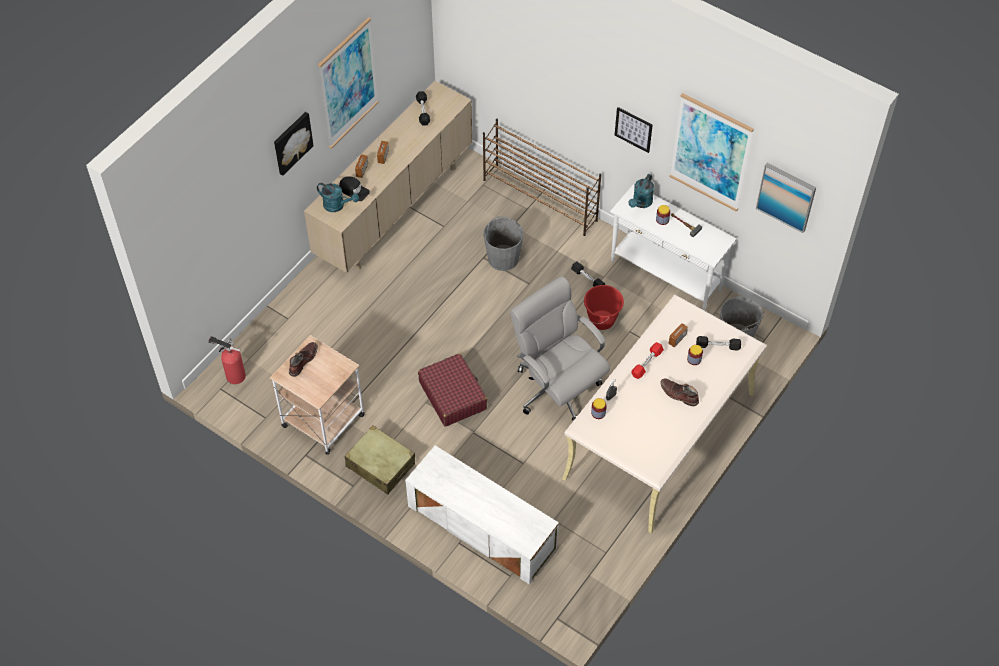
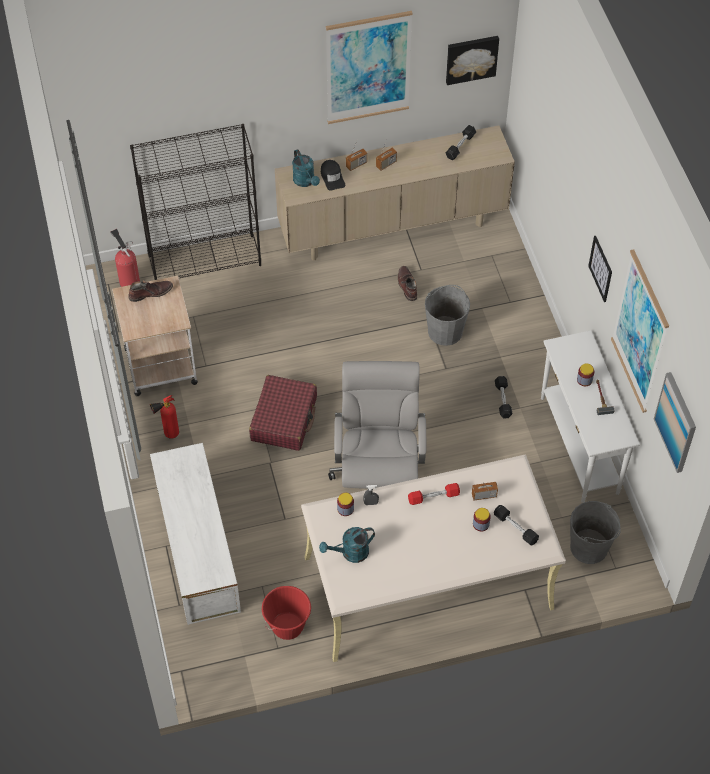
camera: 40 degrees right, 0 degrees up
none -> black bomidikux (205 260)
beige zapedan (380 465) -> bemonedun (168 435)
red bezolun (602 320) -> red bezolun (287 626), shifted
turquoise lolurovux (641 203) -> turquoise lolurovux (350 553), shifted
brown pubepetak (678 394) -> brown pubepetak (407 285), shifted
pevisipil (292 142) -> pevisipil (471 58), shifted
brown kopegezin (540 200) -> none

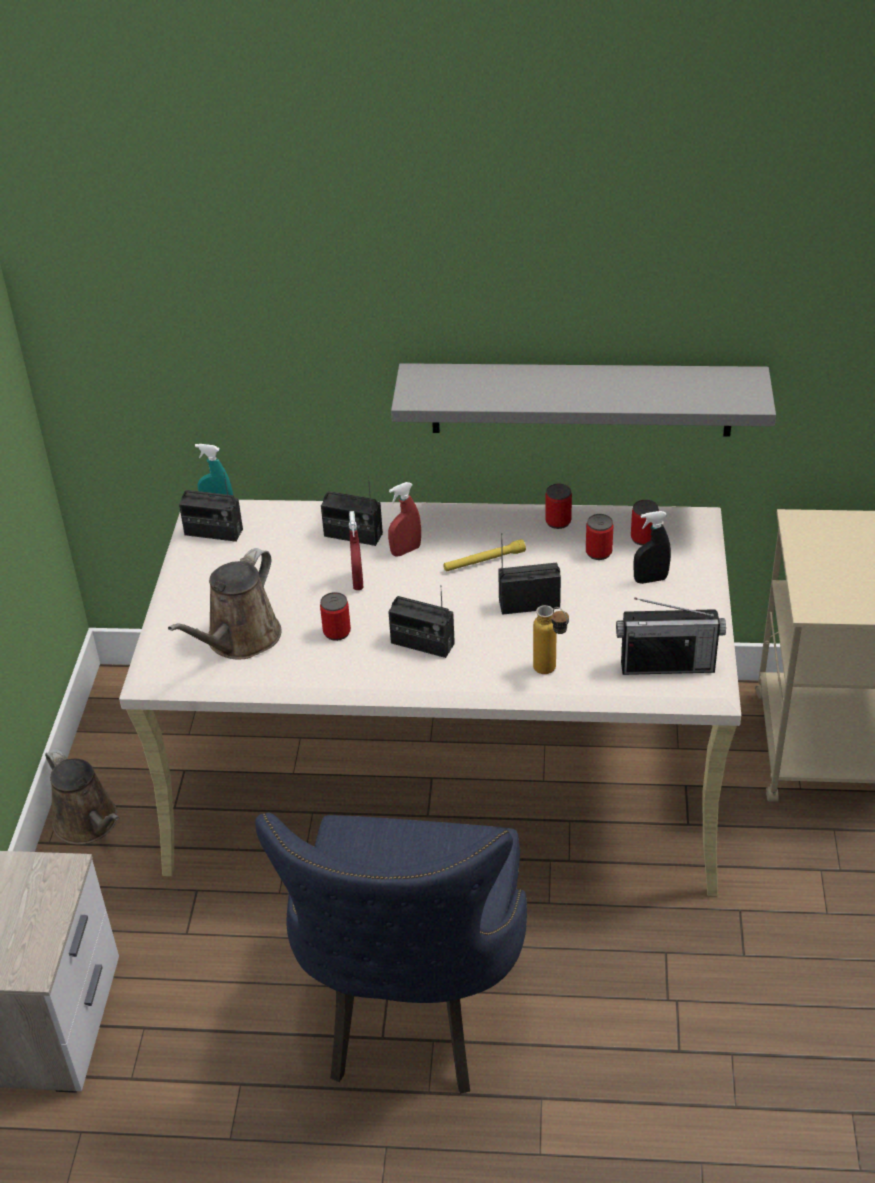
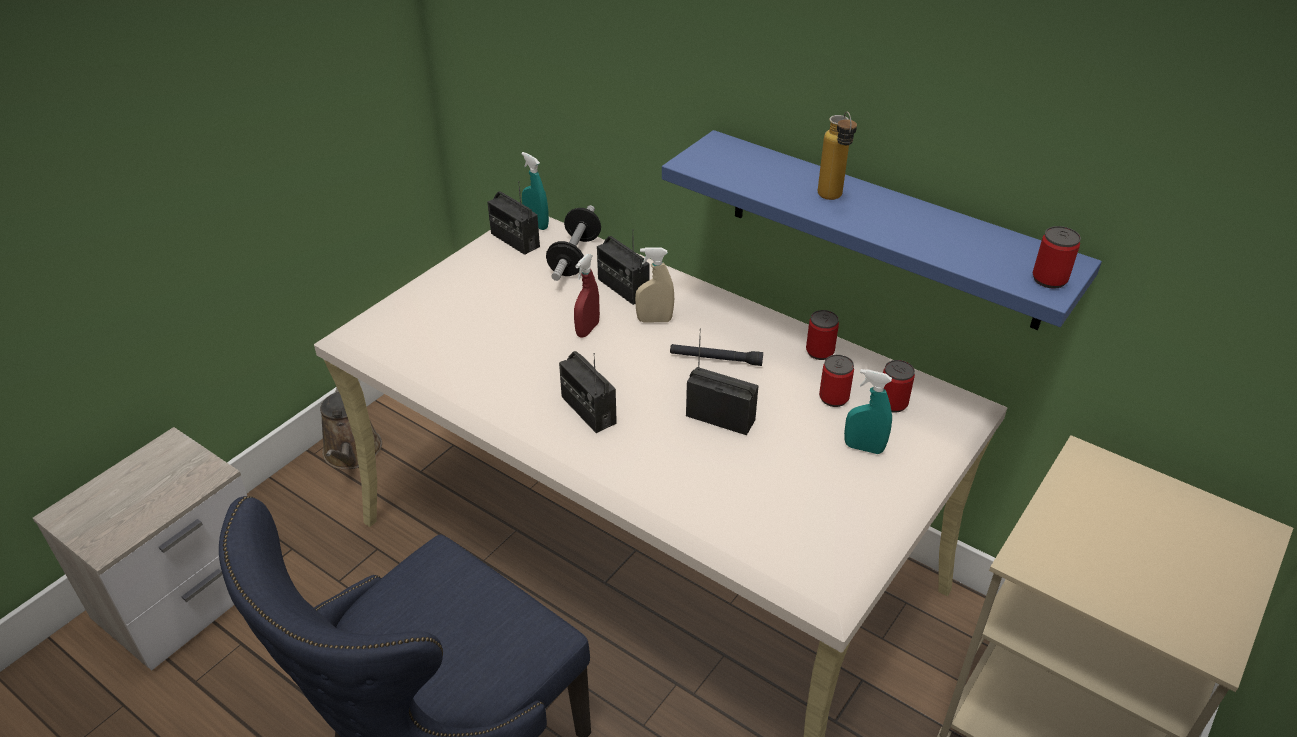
camera: 30 degrees right, 0 degrees up
none -> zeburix (575 257)
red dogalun (405 551) -> beige dogalun (654 320)
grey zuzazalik (581 399) -> blue zuzazalik (883 229)
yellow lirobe (484 561) -> black lirobe (715 359)
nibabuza (551 672) -> nibabuza (832 199), shifted
black dogalun (650 579) -> turquoise dogalun (863 448)
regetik (337 632) -> regetik (1049 279), shifted
brown lolurovux (239 640) -> none
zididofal (667 665) -> none

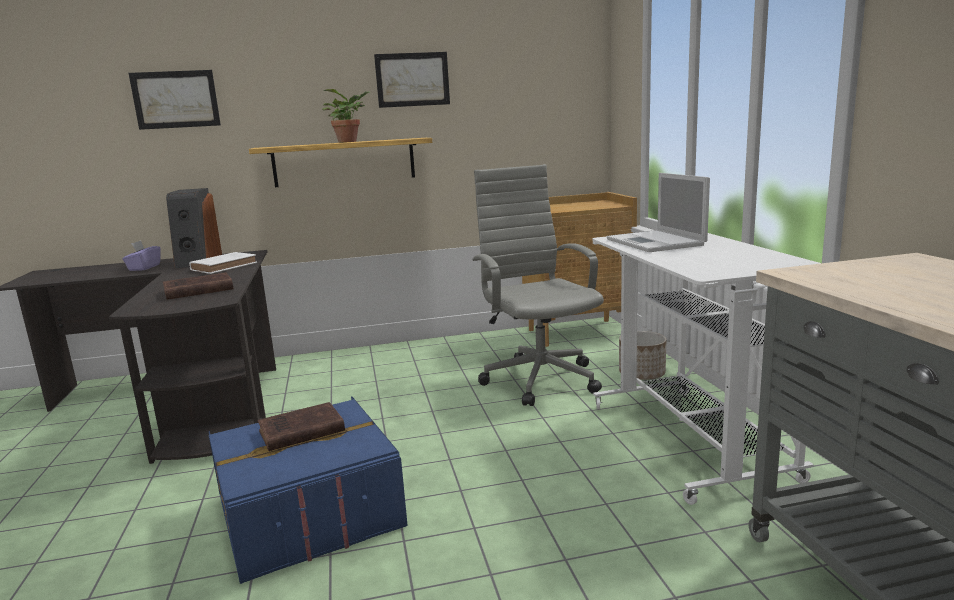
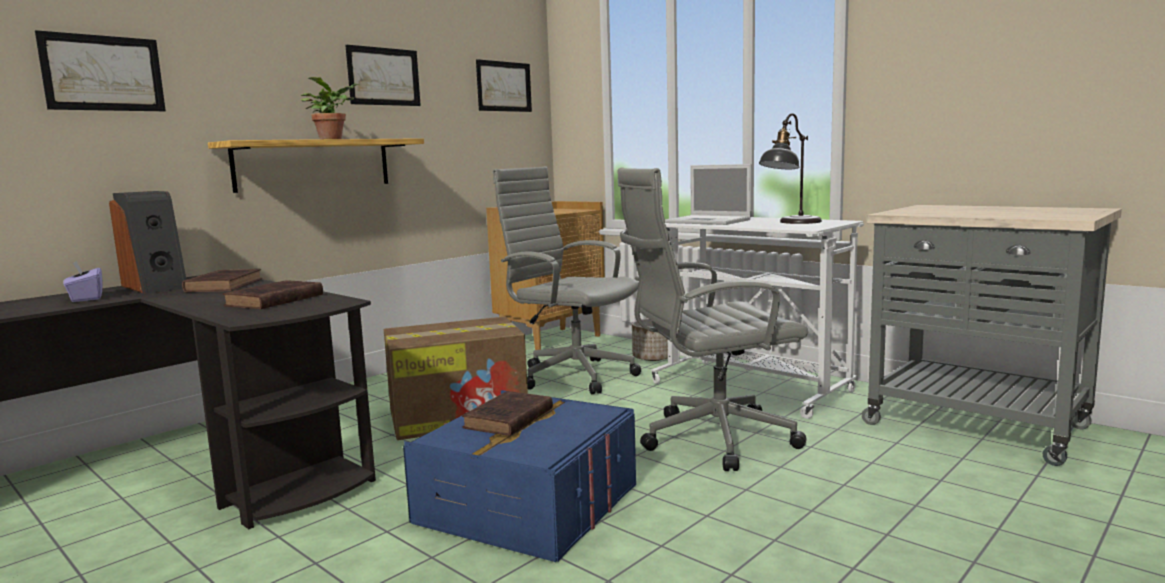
camera: 35 degrees left, 5 degrees down
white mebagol (225 266) -> brown mebagol (225 285)
none -> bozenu (460 415)
none -> pevisipil (504 86)
none -> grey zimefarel (710 440)
none -> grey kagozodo (791 223)

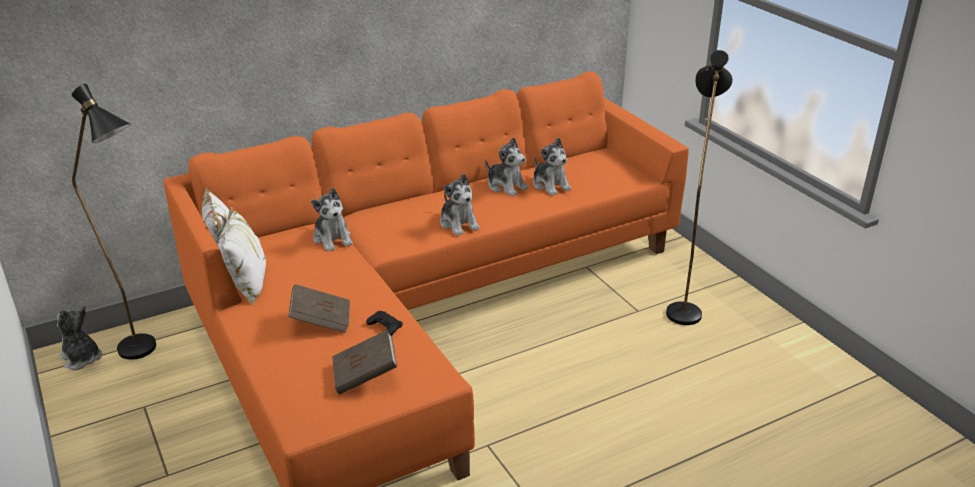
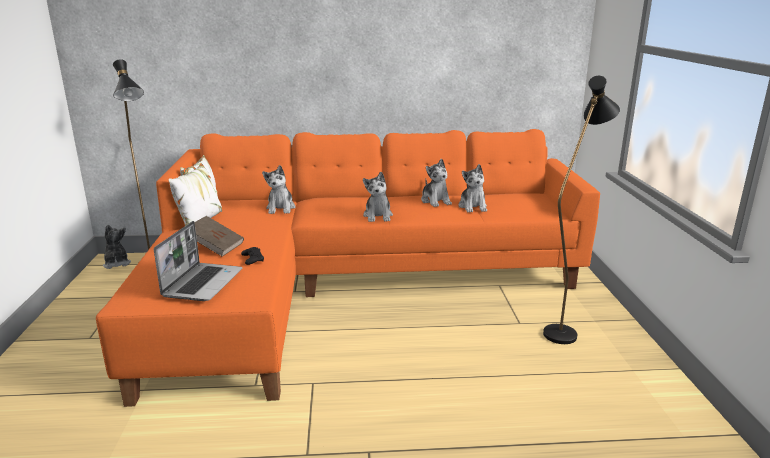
camera: 25 degrees right, 10 degrees down
brown mebagol (365 375) -> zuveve (203 283)

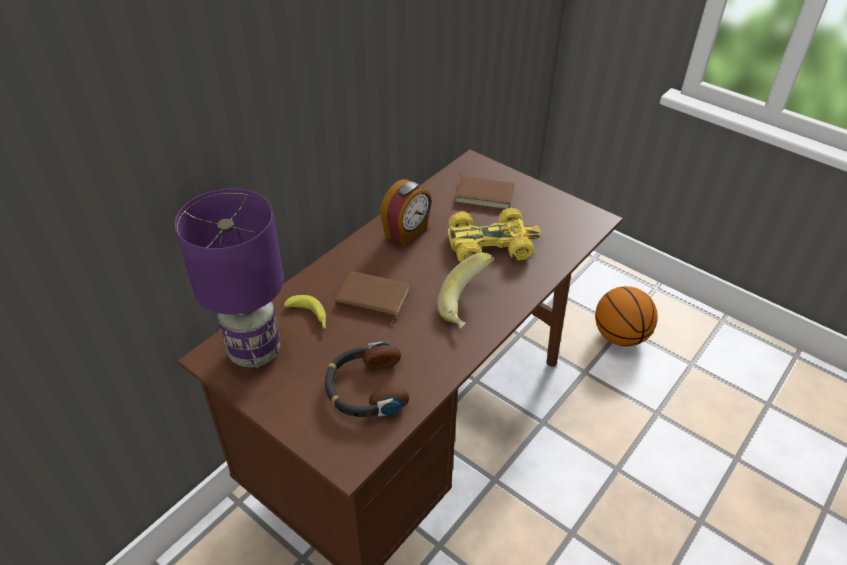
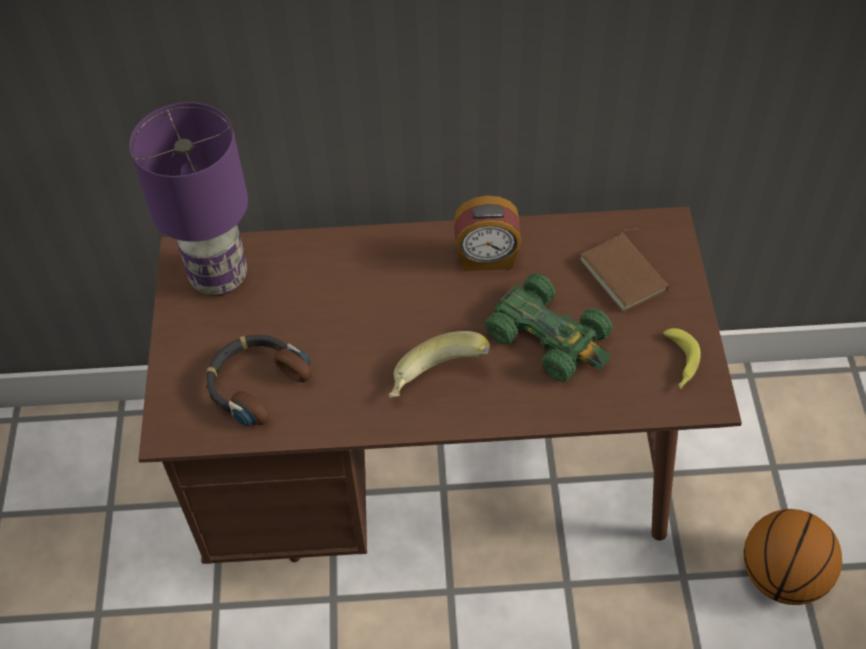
camera: 50 degrees right, 10 degrees up
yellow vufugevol (491 244) -> green vufugevol (550 337)
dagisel (310 317) -> dagisel (679 363), shifted
brown mebagol (372 299) -> none

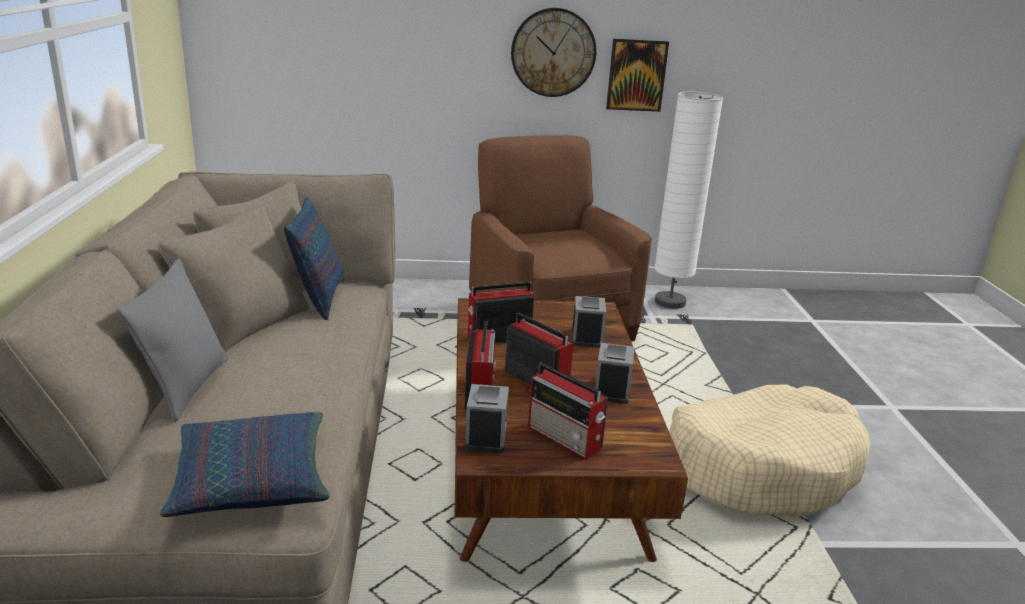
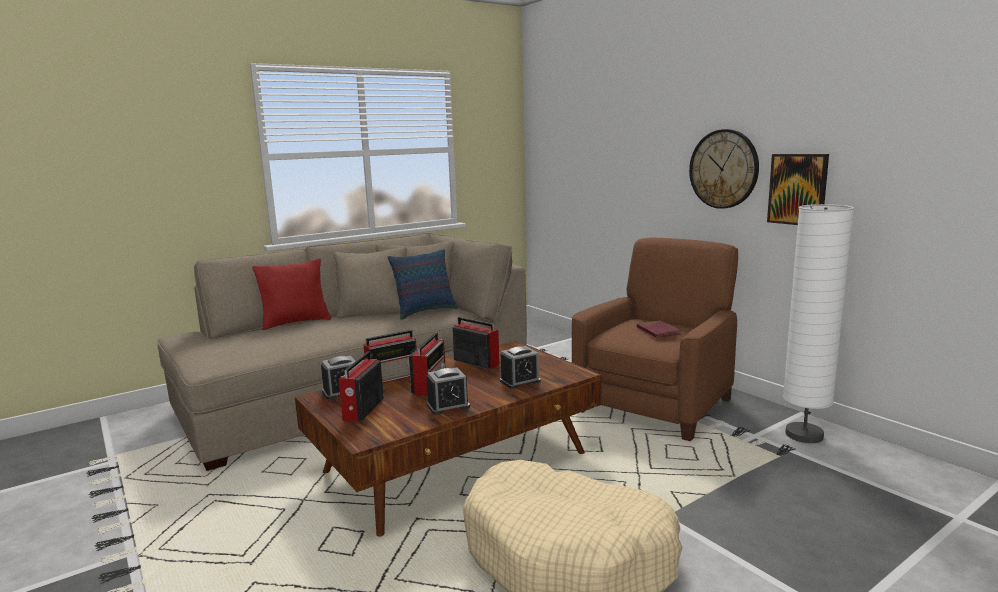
camera: 60 degrees right, 10 degrees down
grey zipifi (186 387) -> red zipifi (296 322)
none -> red mebagol (658 331)
blue zipifi (252 480) -> none

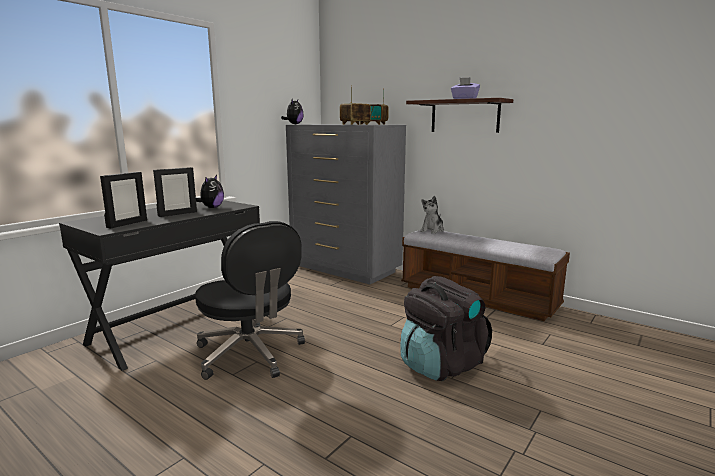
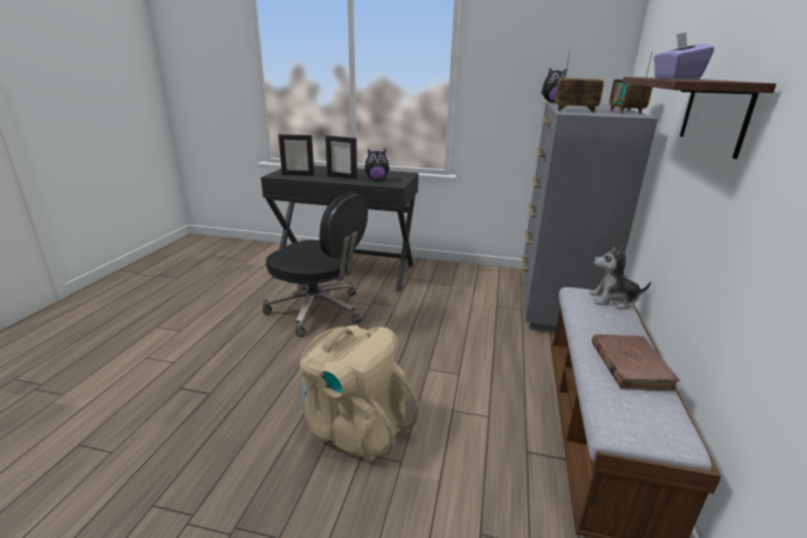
camera: 65 degrees right, 10 degrees up
black zimefarel (250 354) -> black zimefarel (318 310), 90 degrees counterclockwise
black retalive (441 364) -> beige retalive (354 426)
none -> brown mebagol (630 365)

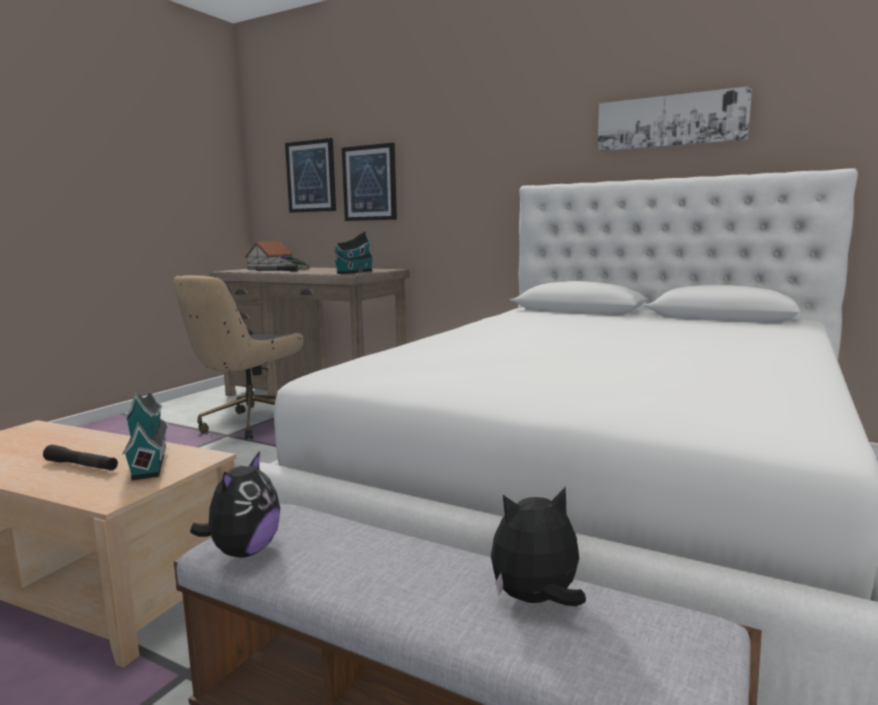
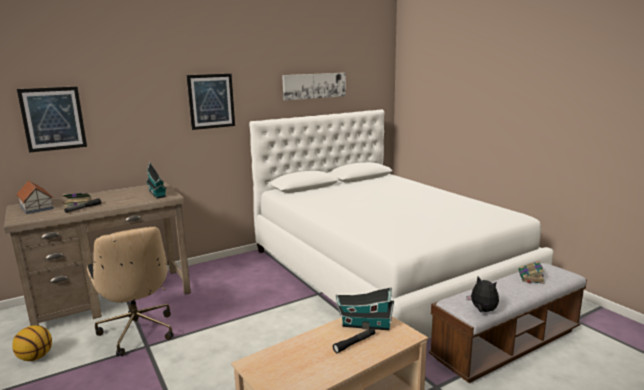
camera: 60 degrees left, 5 degrees up
none -> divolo (35 357)
pevisipil (369 183) -> pevisipil (211 101), shifted
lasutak (536 601) -> mebagol (531 277)

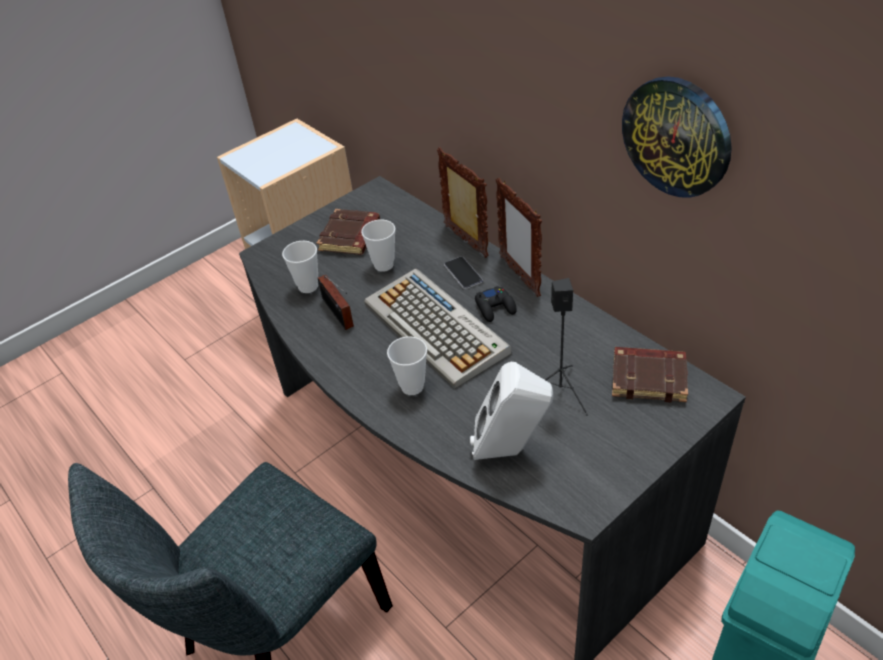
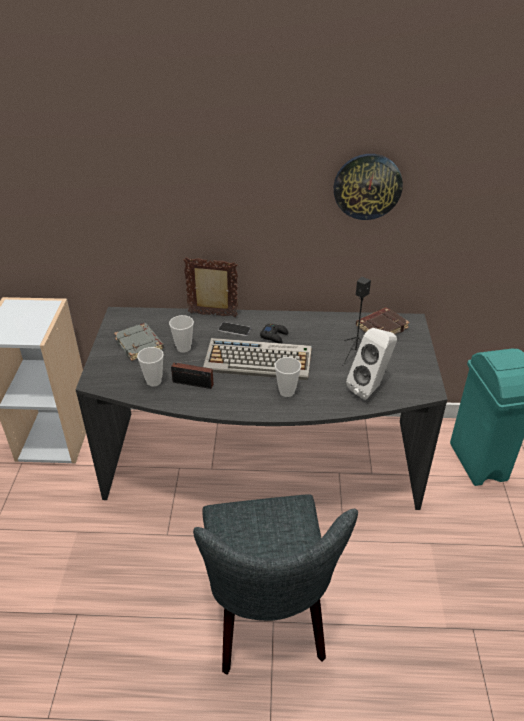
camera: 50 degrees left, 5 degrees down
brown mebagol (350 237) -> grey mebagol (140 345)
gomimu (519 276) -> none

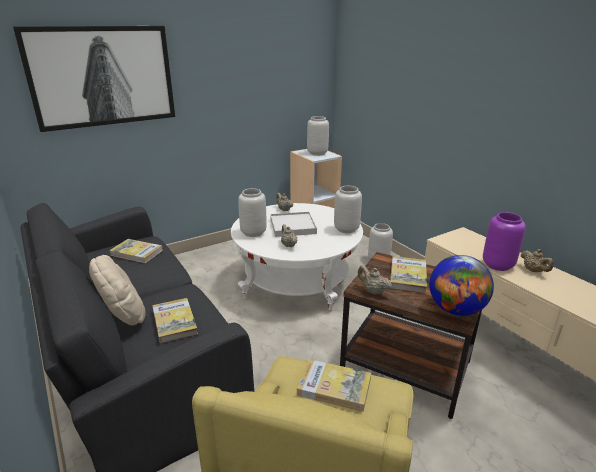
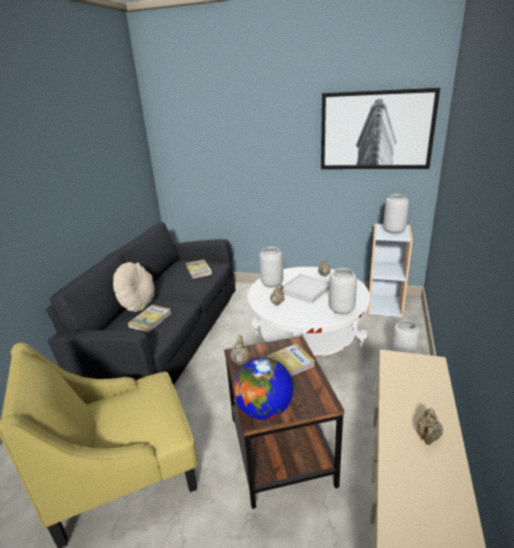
camera: 50 degrees right, 0 degrees up
pevisipil (103 76) -> pevisipil (376 130), shifted
mebagol (334 387) -> none
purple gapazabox (498 265) -> none

